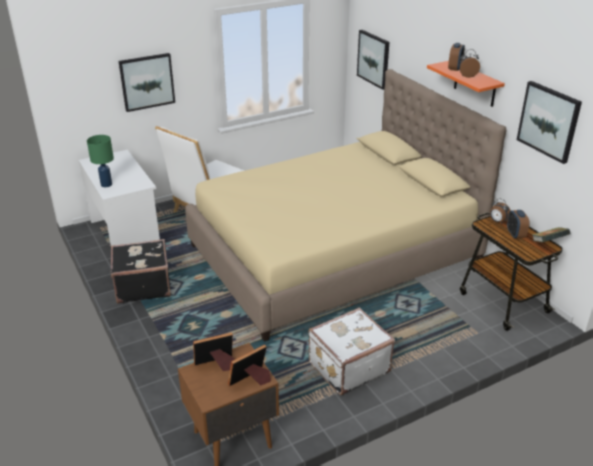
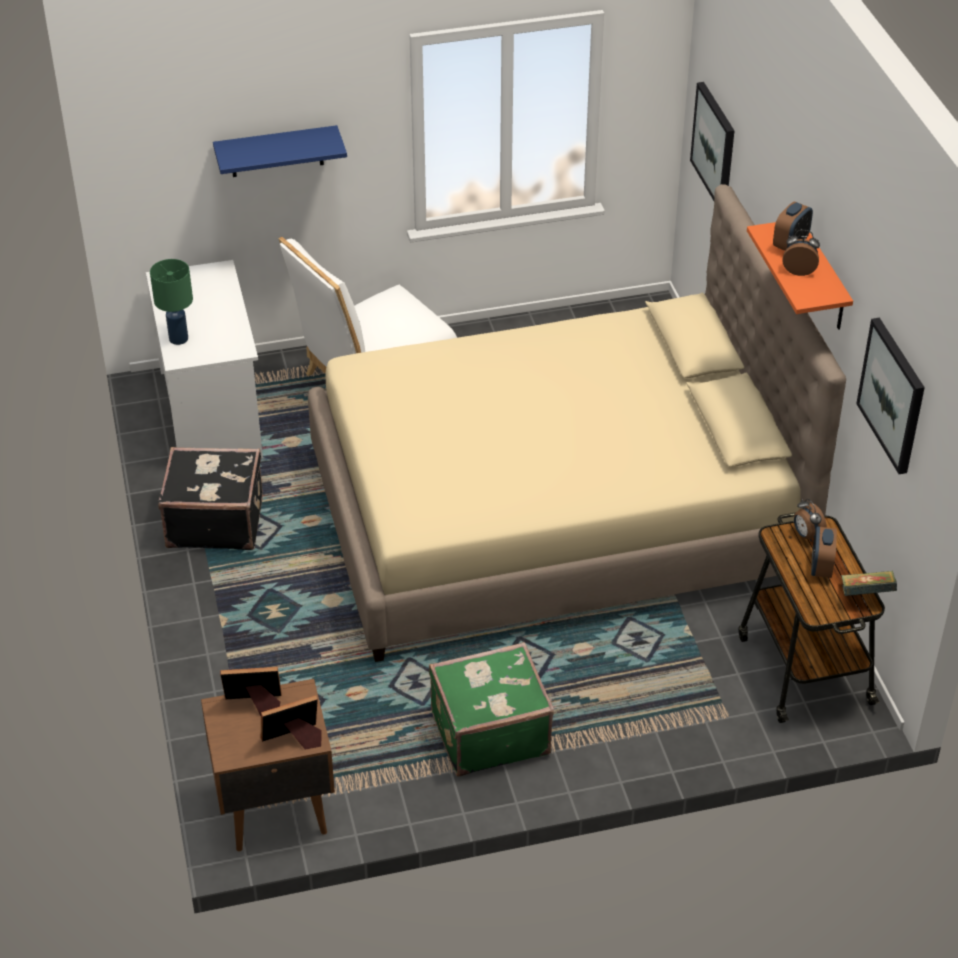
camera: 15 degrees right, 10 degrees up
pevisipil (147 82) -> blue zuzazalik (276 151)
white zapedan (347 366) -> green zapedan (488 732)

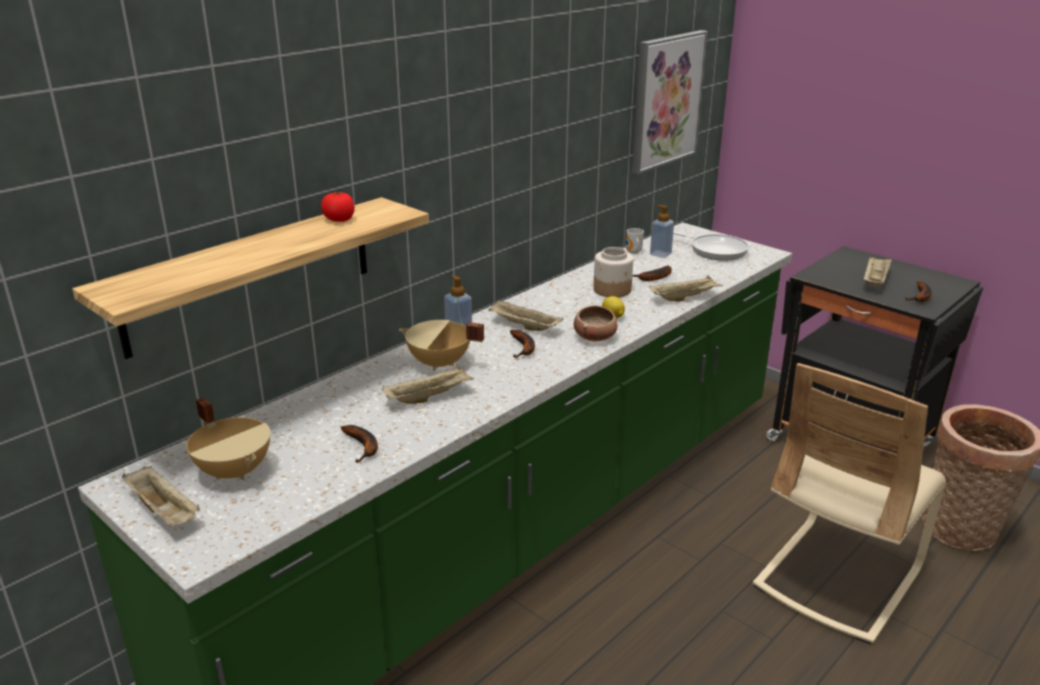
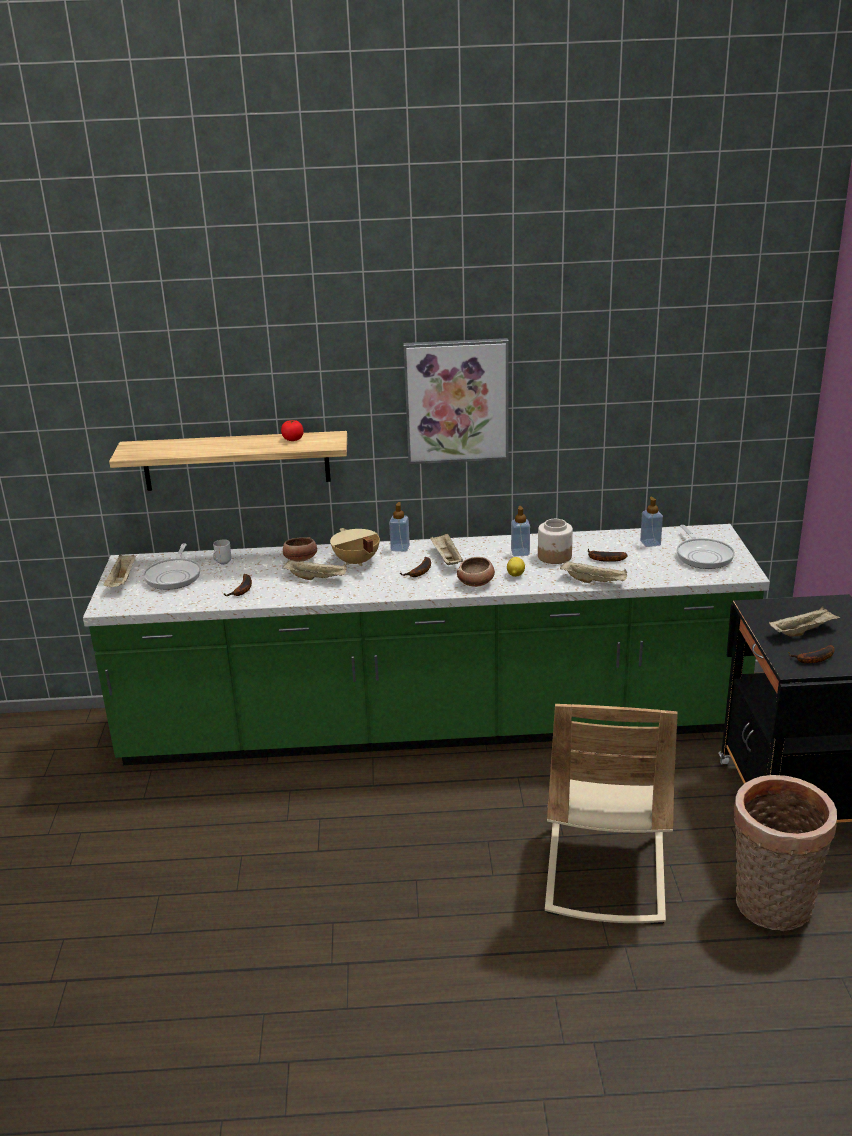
camera: 45 degrees right, 0 degrees up
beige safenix (235 471) -> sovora (174 576)
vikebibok (633 252) -> vikebibok (222 563), shifted
none -> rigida (300 560)
pevisipil (666 100) -> pevisipil (456 401), shifted
none -> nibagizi (520 552)
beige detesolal (837 577) -> beige detesolal (605 872), 75 degrees counterclockwise

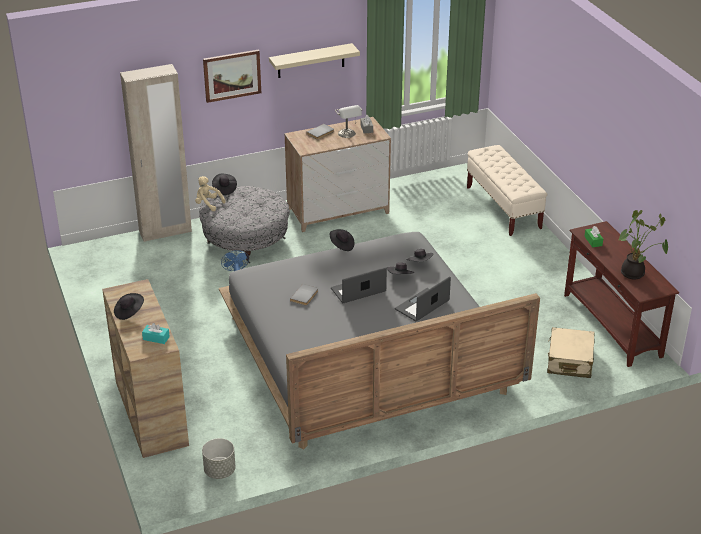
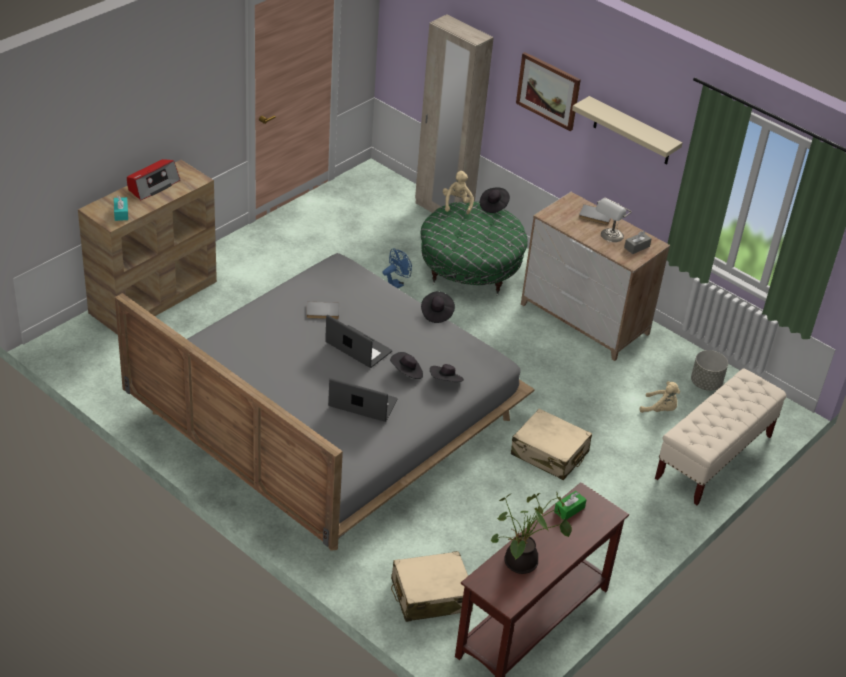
camera: 60 degrees right, 5 degrees up
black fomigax (129 312) -> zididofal (153 185)
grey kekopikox (246 241) -> green kekopikox (470 269)
none -> beige zapedan (549 453)
none -> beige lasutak (660 409)
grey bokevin (220 471) -> grey bokevin (706 383), shifted

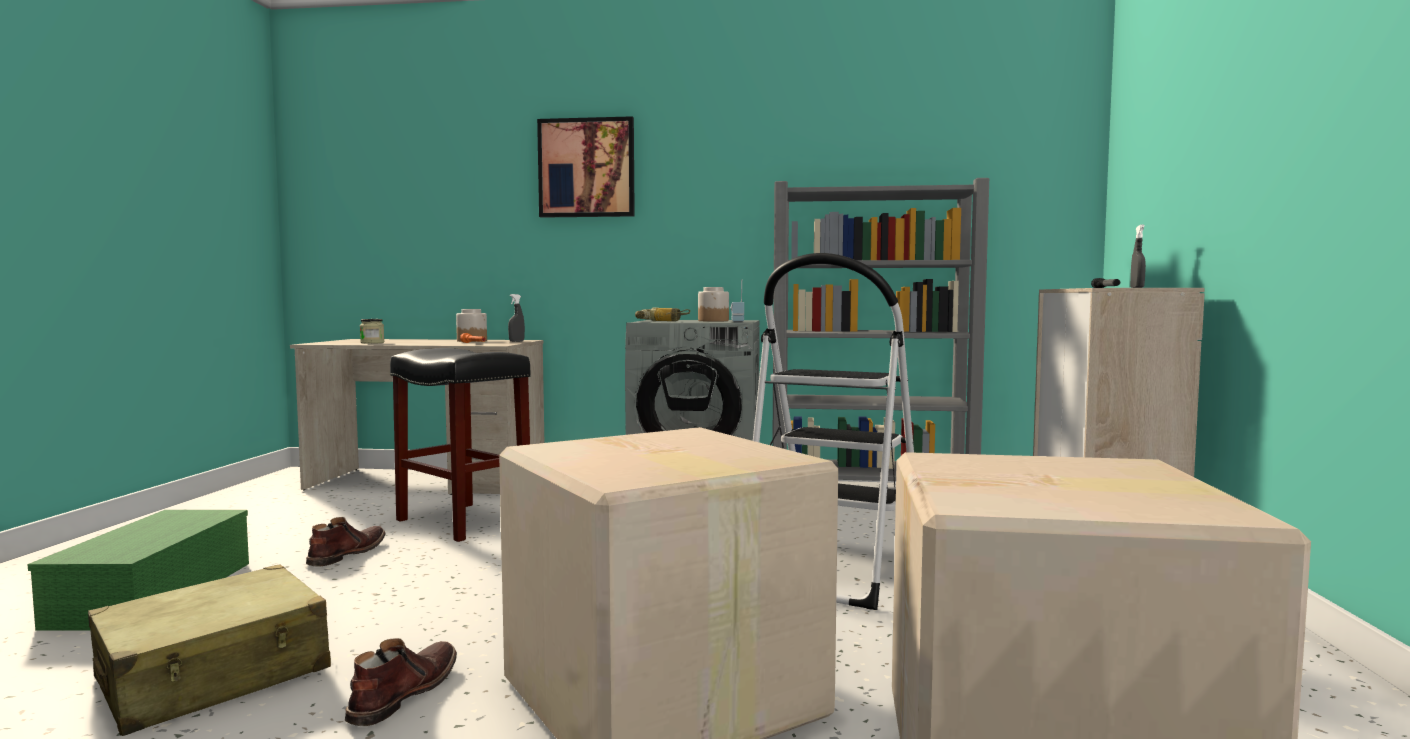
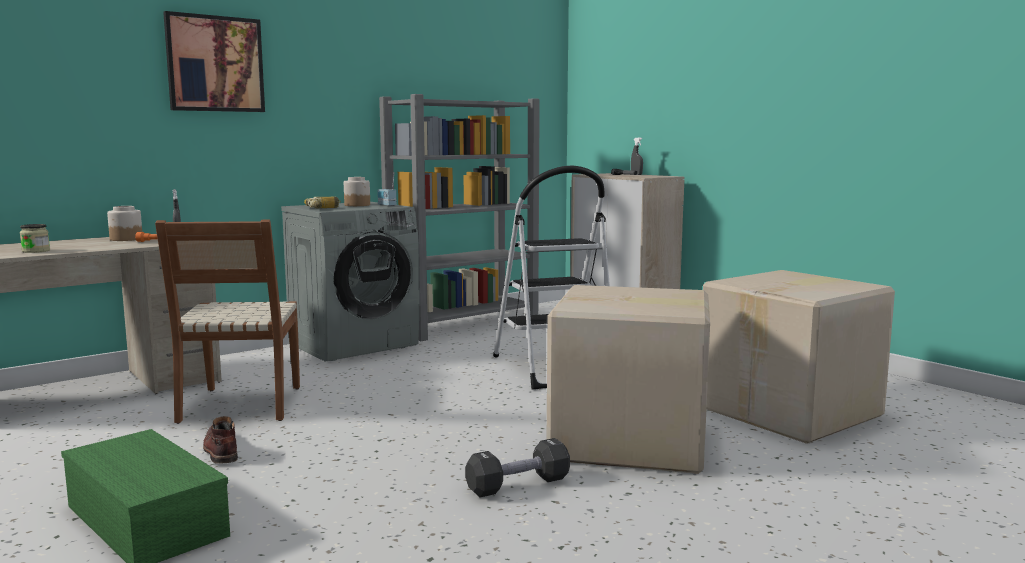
camera: 45 degrees left, 5 degrees up
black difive (462 521) -> detesolal (240 407)
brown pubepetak (403 693) -> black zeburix (518 485)
beige zapedan (215 676) -> none

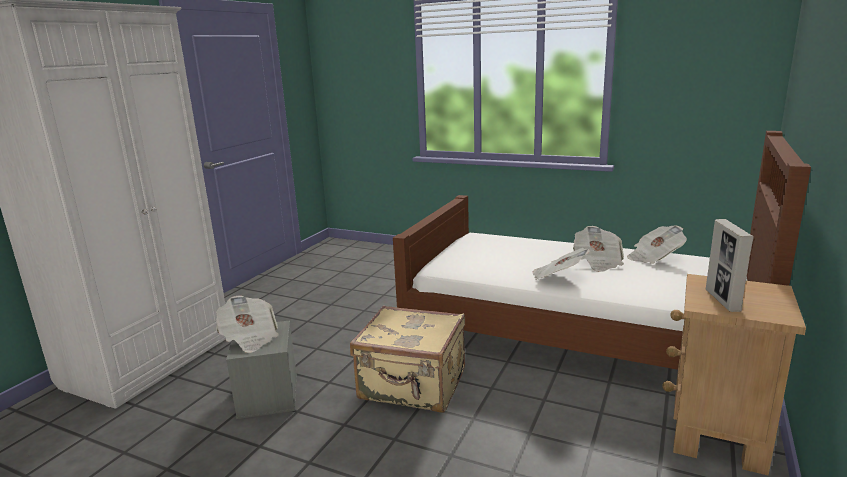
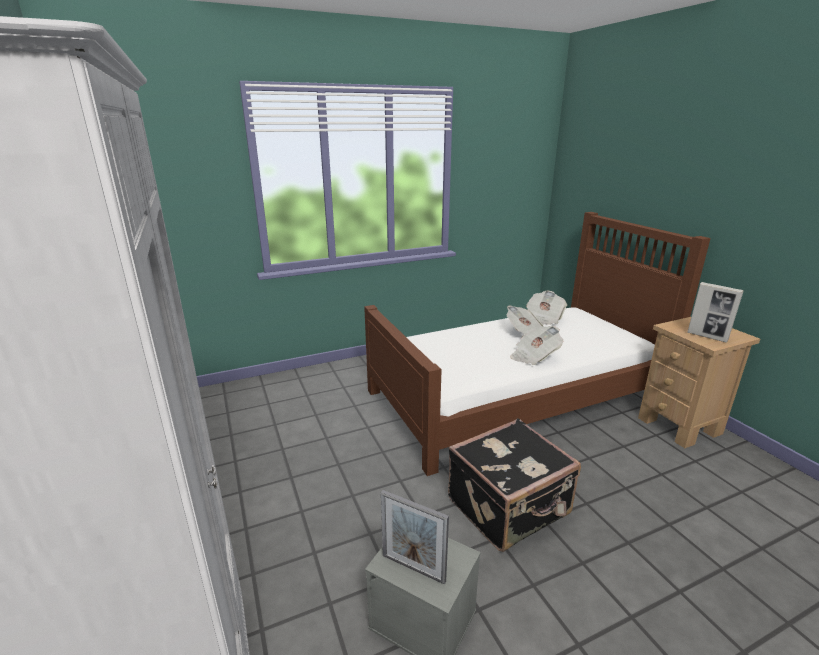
camera: 50 degrees left, 5 degrees up
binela (249 338) -> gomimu (413 568)
beige zapedan (413 386) -> black zapedan (509 508)

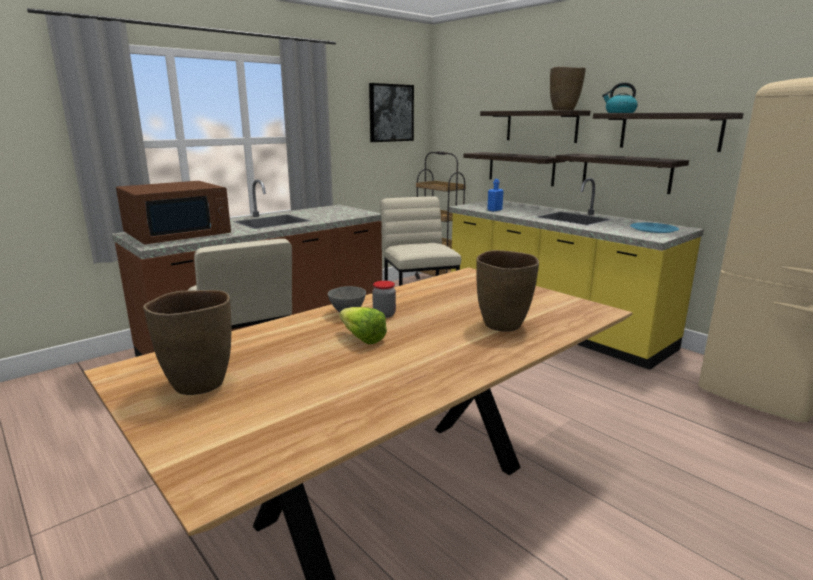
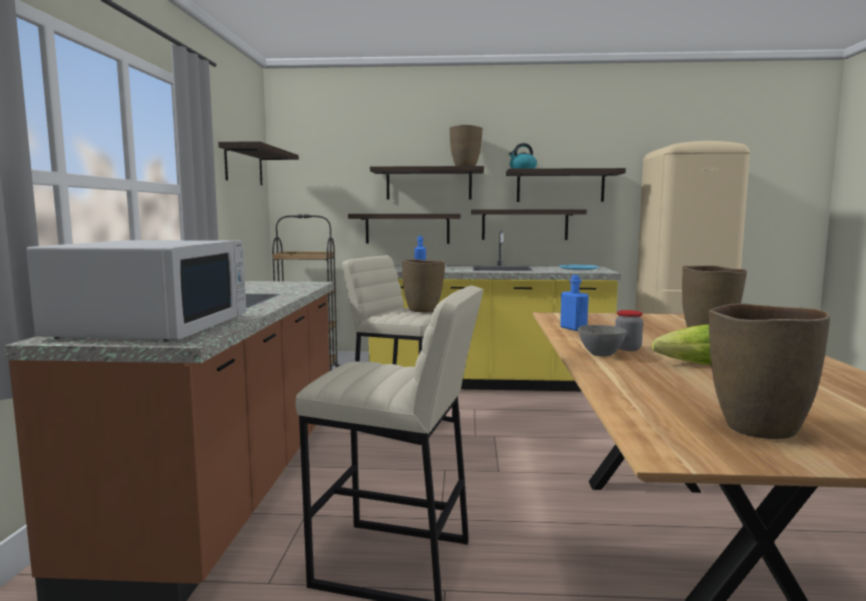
camera: 45 degrees left, 10 degrees down
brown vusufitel (178 233) -> white vusufitel (154 326)
pevisipil (391 113) -> zuzazalik (244 166)
none -> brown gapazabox (423 310)
none -> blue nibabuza (573 328)

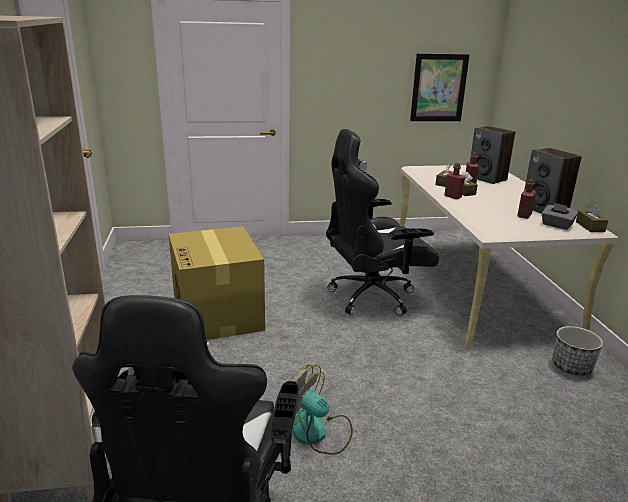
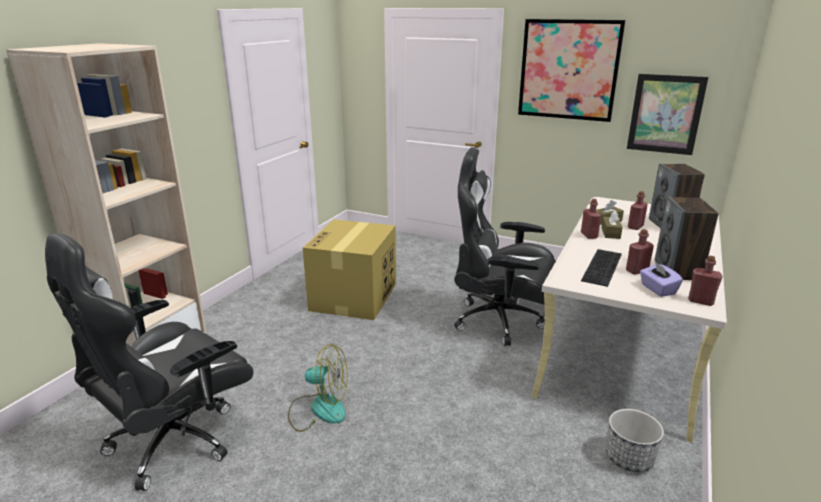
camera: 35 degrees right, 0 degrees up
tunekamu (317 433) -> tunekamu (319 409), 120 degrees clockwise
none -> pevisipil (568 70)
none -> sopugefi (603 267)
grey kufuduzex (556 225) -> purple kufuduzex (657 289)
brown kufuduzex (590 226) -> red nibabuza (700 301)

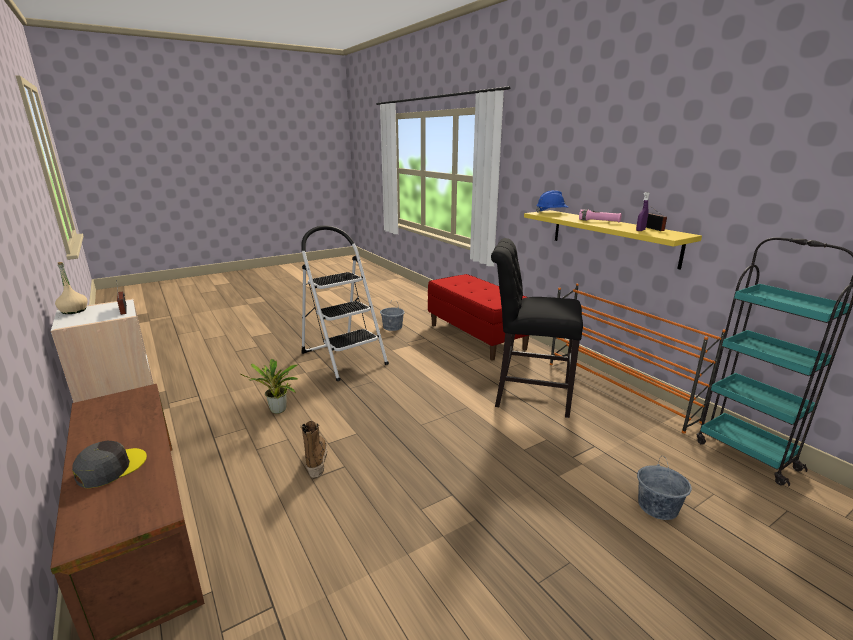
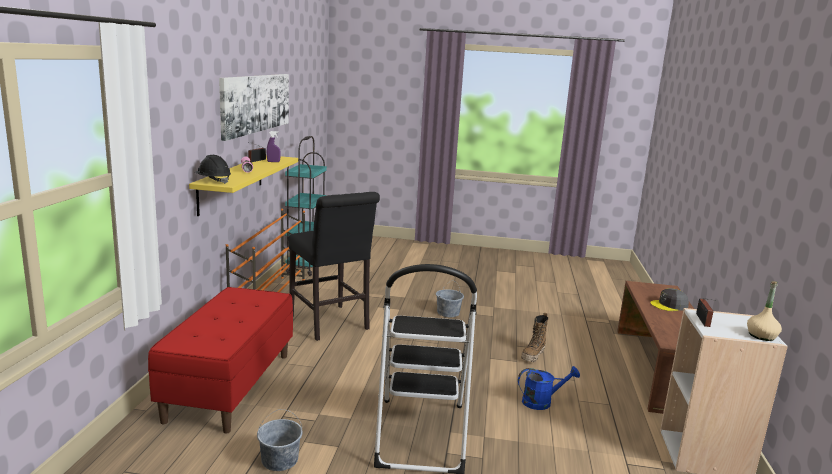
camera: 140 degrees left, 5 degrees down
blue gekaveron (551 212) -> black gekaveron (213 181)
none -> pevisipil (256 103)
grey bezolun (657 507) -> grey bezolun (448 313), shifted
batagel (278 411) -> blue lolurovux (542 402)

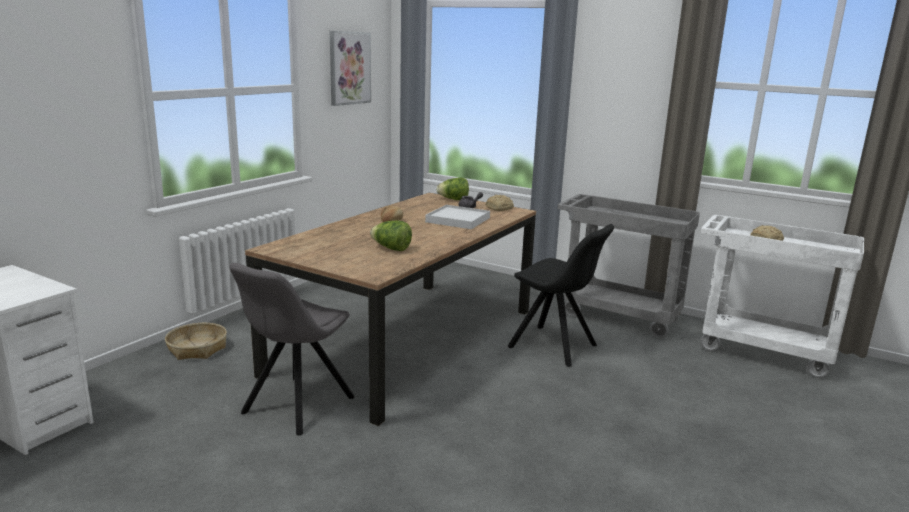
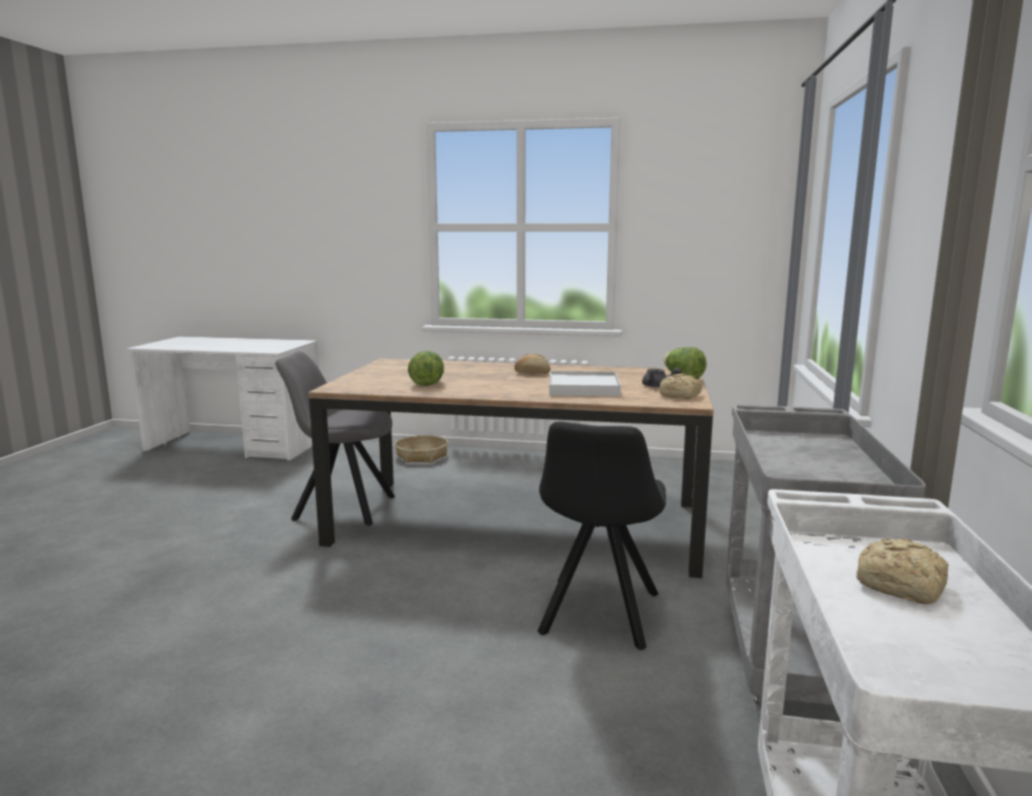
camera: 70 degrees right, 5 degrees down
pevisipil (349 68) -> none

